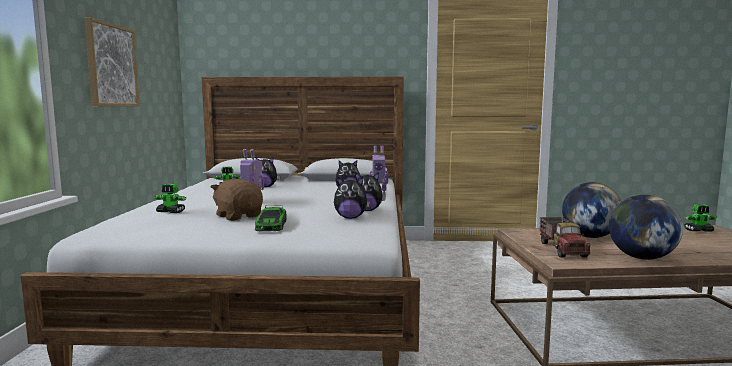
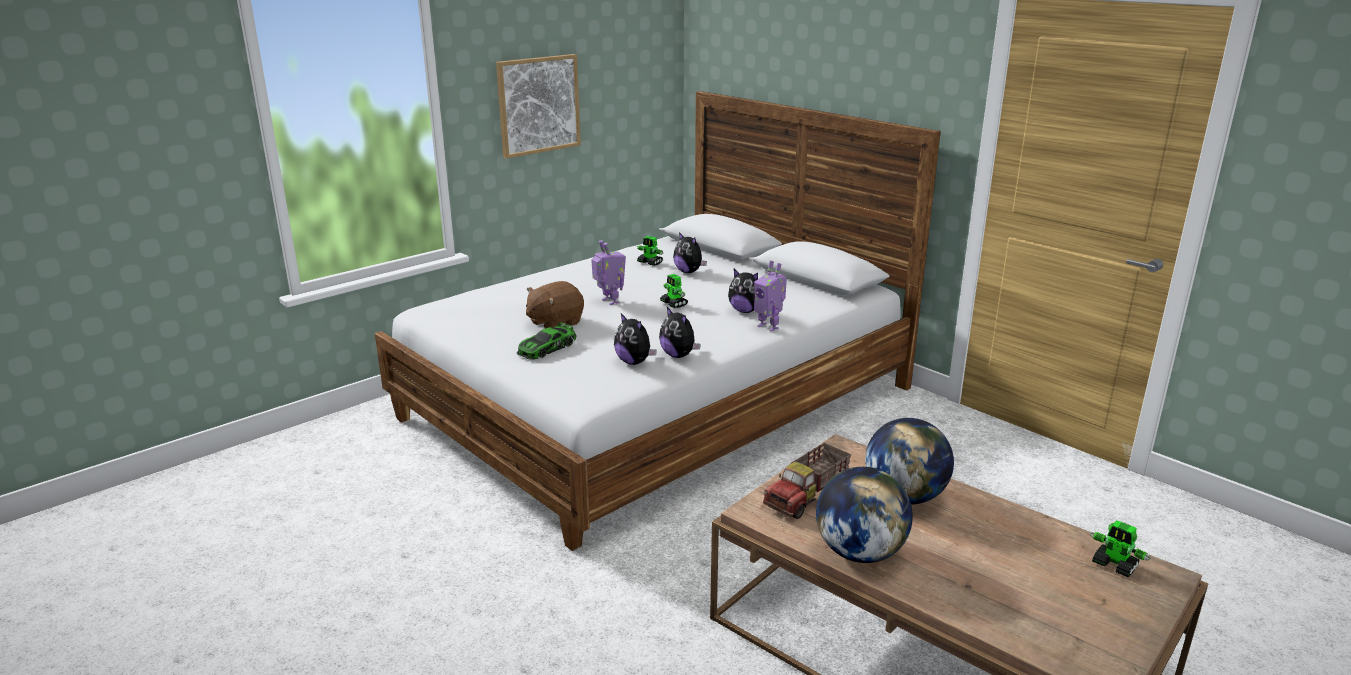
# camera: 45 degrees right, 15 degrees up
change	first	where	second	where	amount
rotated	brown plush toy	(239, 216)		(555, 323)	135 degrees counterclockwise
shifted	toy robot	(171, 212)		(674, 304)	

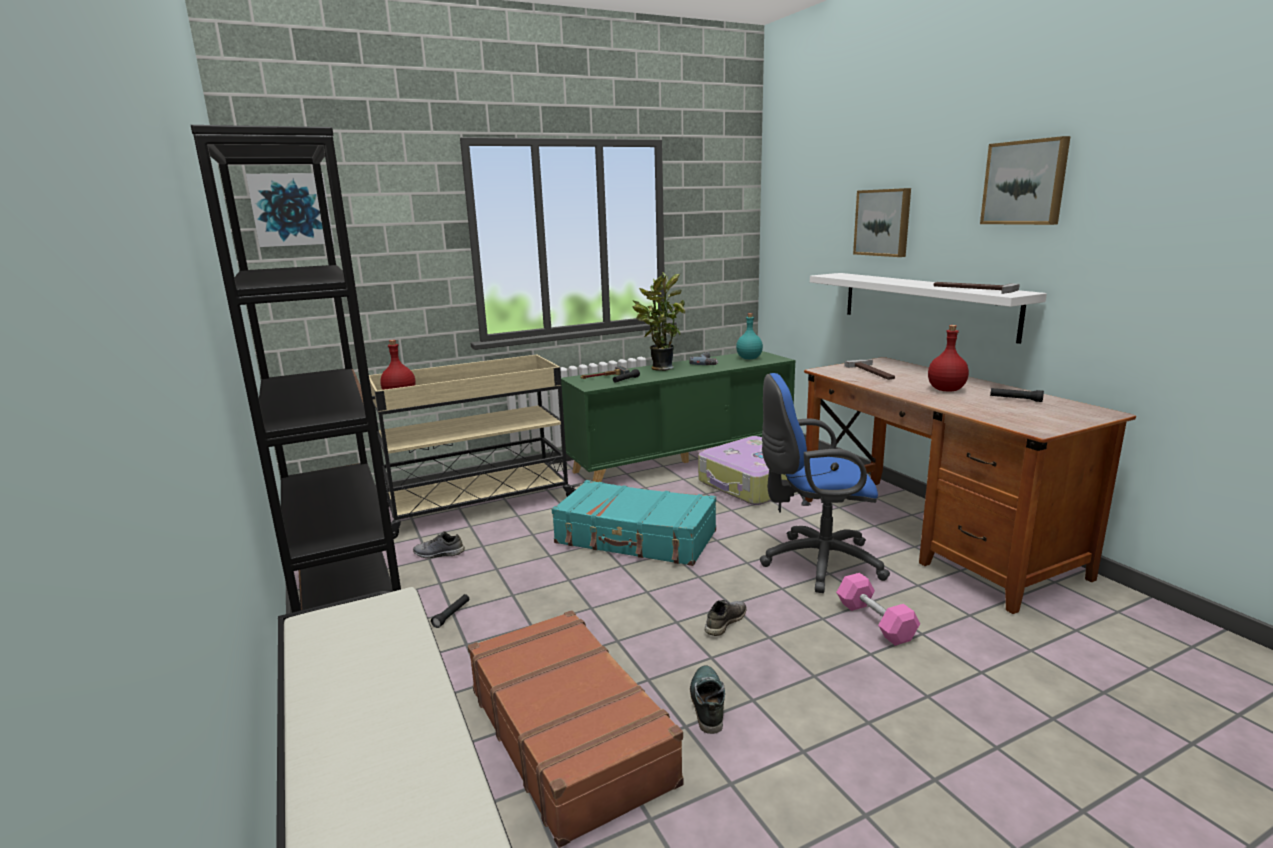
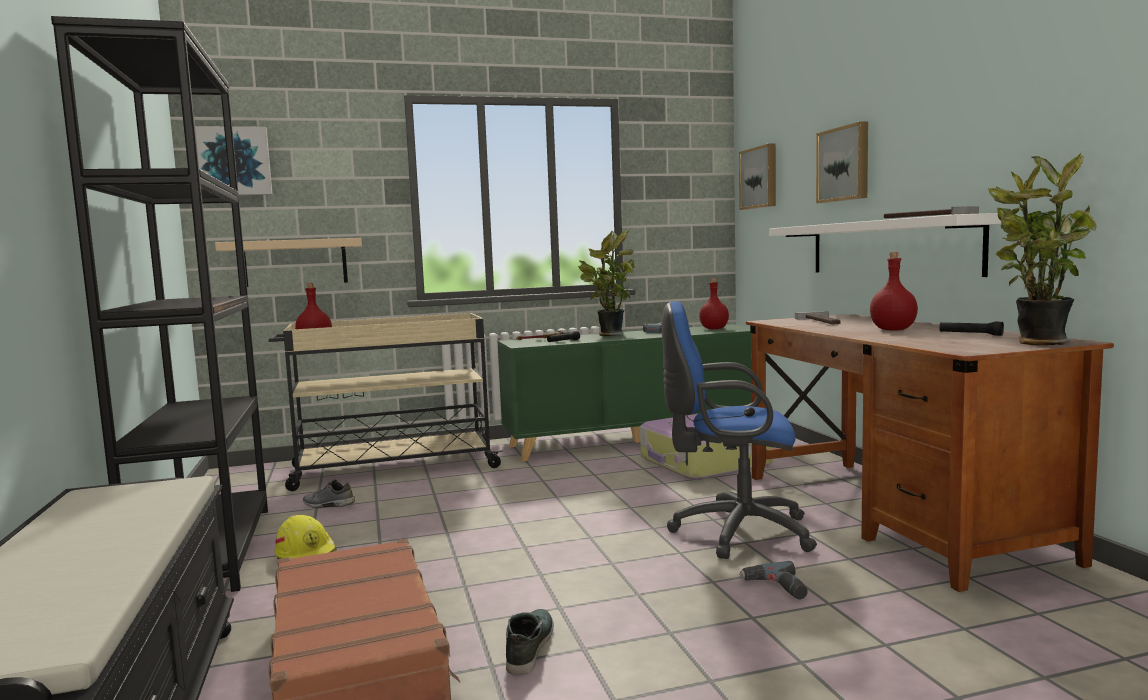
# camera: 10 degrees right, 10 degrees down
change	first	where	second	where	amount
shifted	picture	(1025, 182)		(760, 178)	
repainted	turquoise bottle	(749, 358)	red bottle	(714, 329)	
gone	turquoise suitcase	(636, 538)			
swapped	pink dumbbell	(875, 621)	power drill	(775, 588)	
swapped	black flashlight	(451, 615)	yellow hard hat	(307, 553)	
gone	grey shoe	(724, 622)			
new			potted plant	(1036, 343)	
new			beige shelf	(295, 262)	

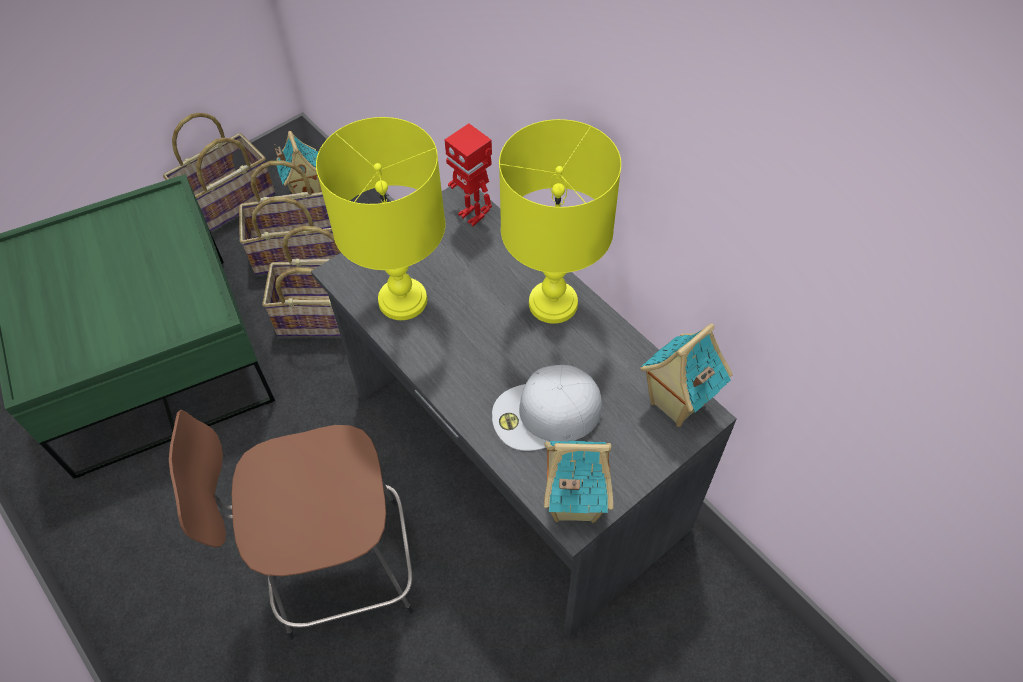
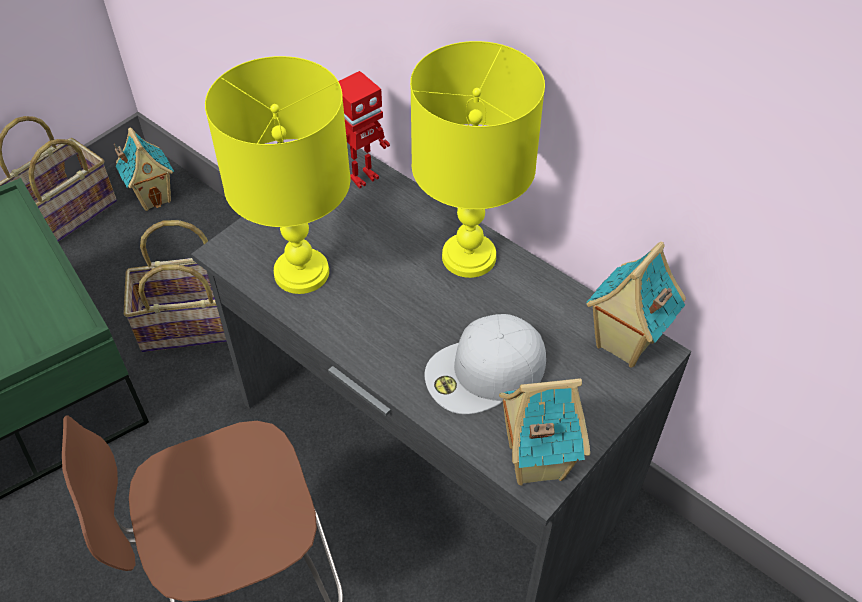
# camera: 10 degrees left, 5 degrees down
change	first	where	second	where	amount
rotated	toy robot	(472, 215)		(362, 177)	75 degrees counterclockwise
gone	basket	(298, 250)			

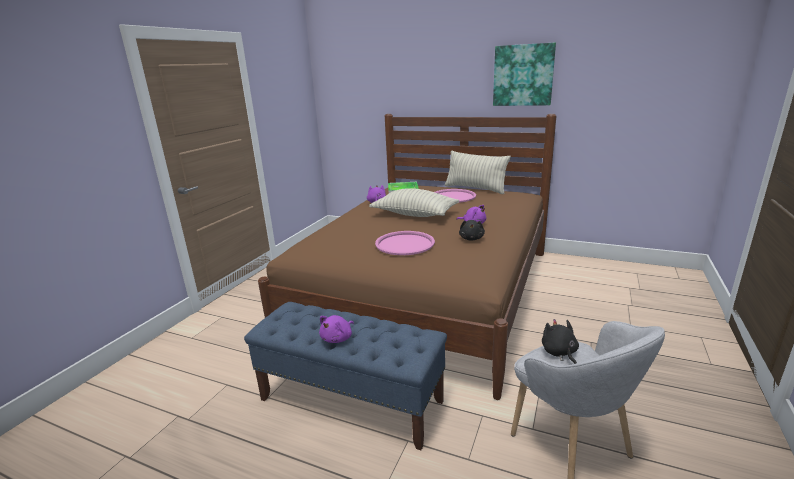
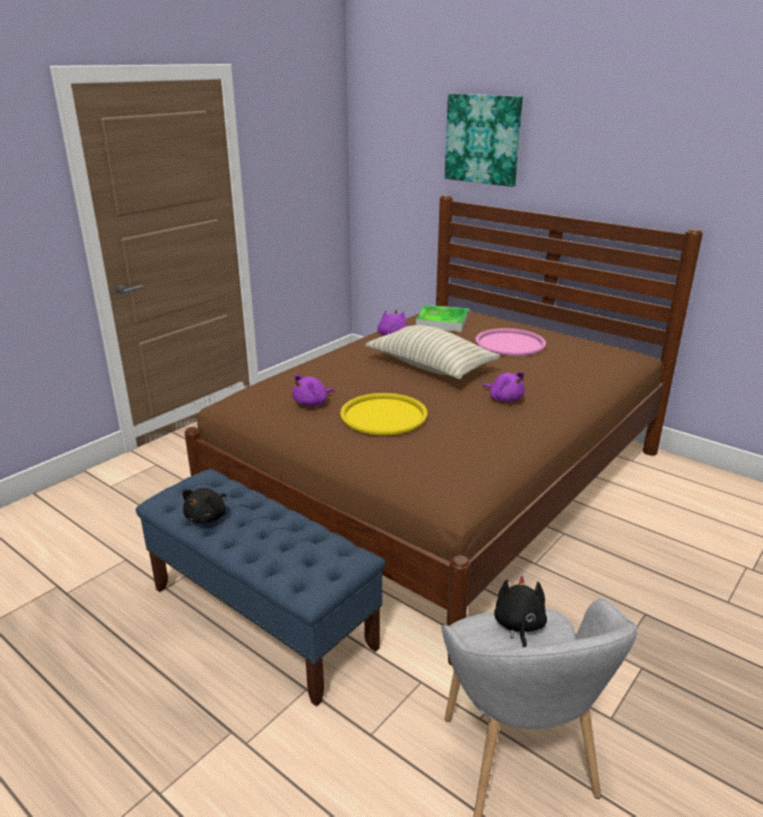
# camera: 15 degrees right, 5 degrees up
change	first	where	second	where	amount
shifted	picture	(523, 75)		(483, 139)	
gone	pillow	(475, 189)			
shifted	black plush toy	(471, 238)		(207, 517)	
repainted	pink tray	(405, 244)	yellow tray	(384, 415)	
shifted	purple plush toy	(338, 338)		(312, 403)	

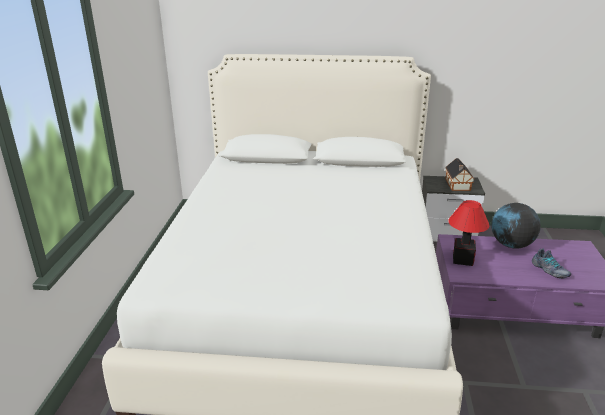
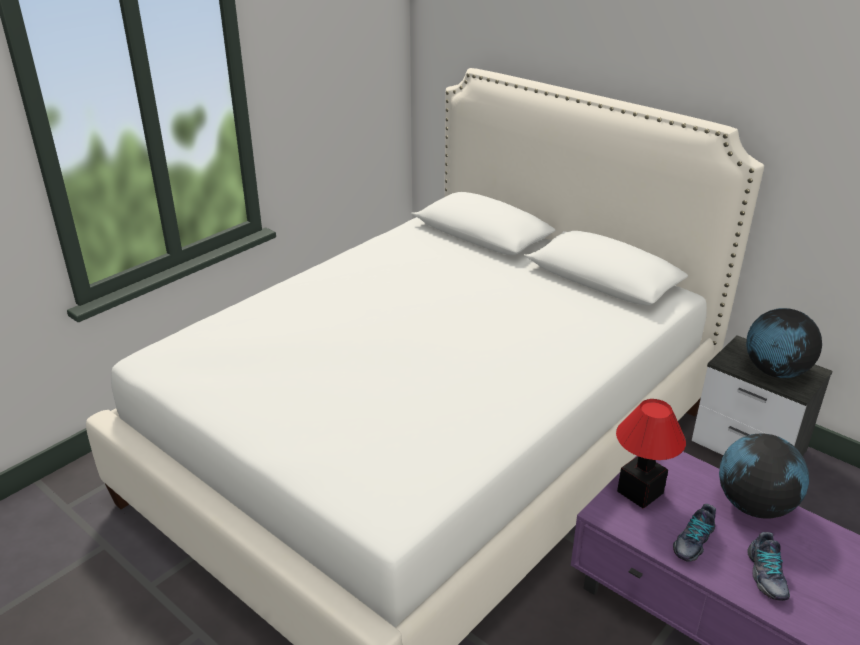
# camera: 35 degrees right, 5 degrees up
change	first	where	second	where	amount
swapped	toy house	(457, 185)	globe	(775, 371)	
new			shoe	(692, 541)	

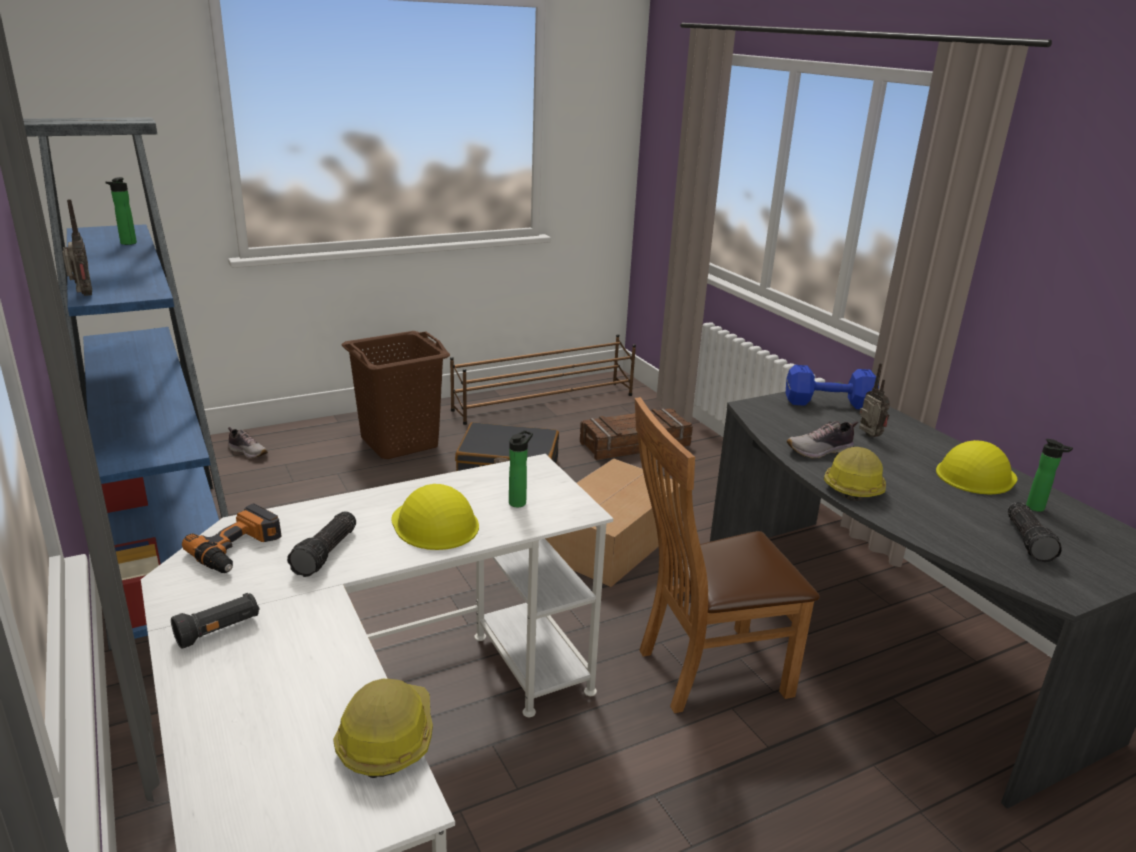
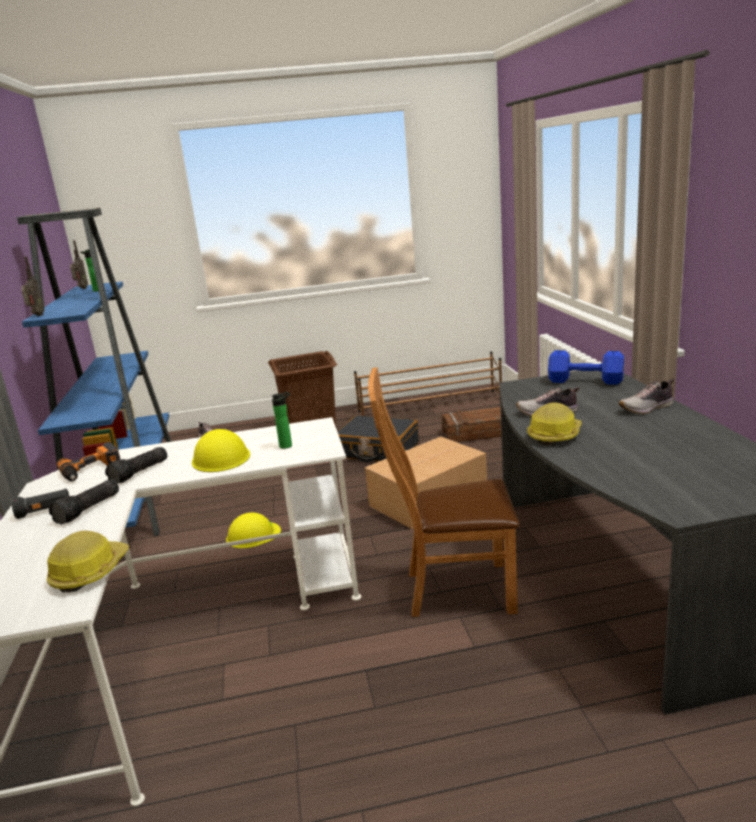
# camera: 20 degrees right, 5 degrees down
change	first	where	second	where	amount
shifted	radio	(868, 437)		(82, 289)	
gone	bottle	(1038, 508)			
shifted	yellow hard hat	(975, 475)		(253, 535)	
shifted	flashlight	(1029, 541)		(89, 509)	
new			shoe	(647, 408)	

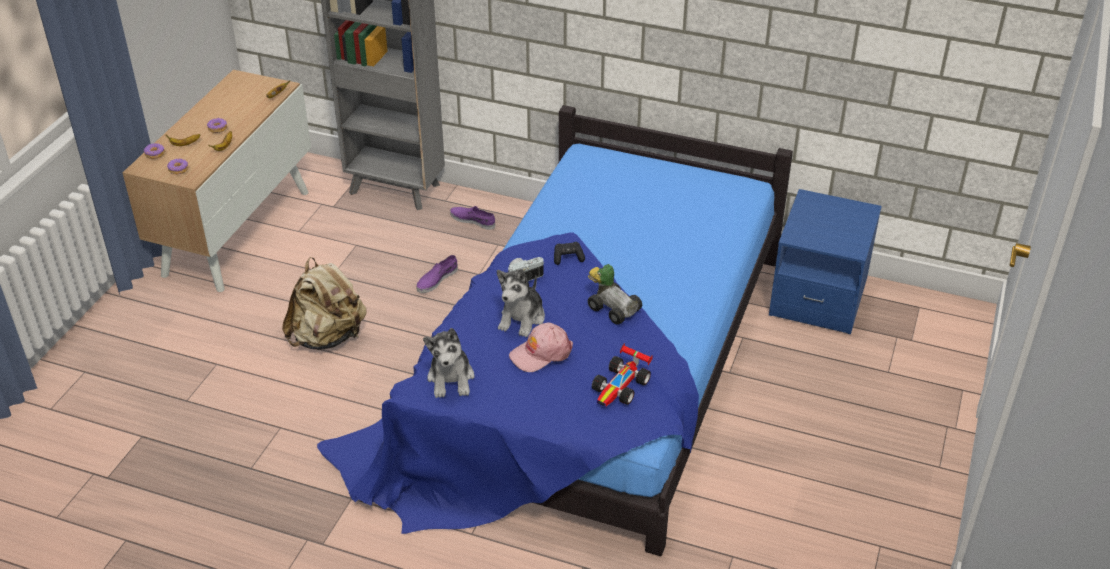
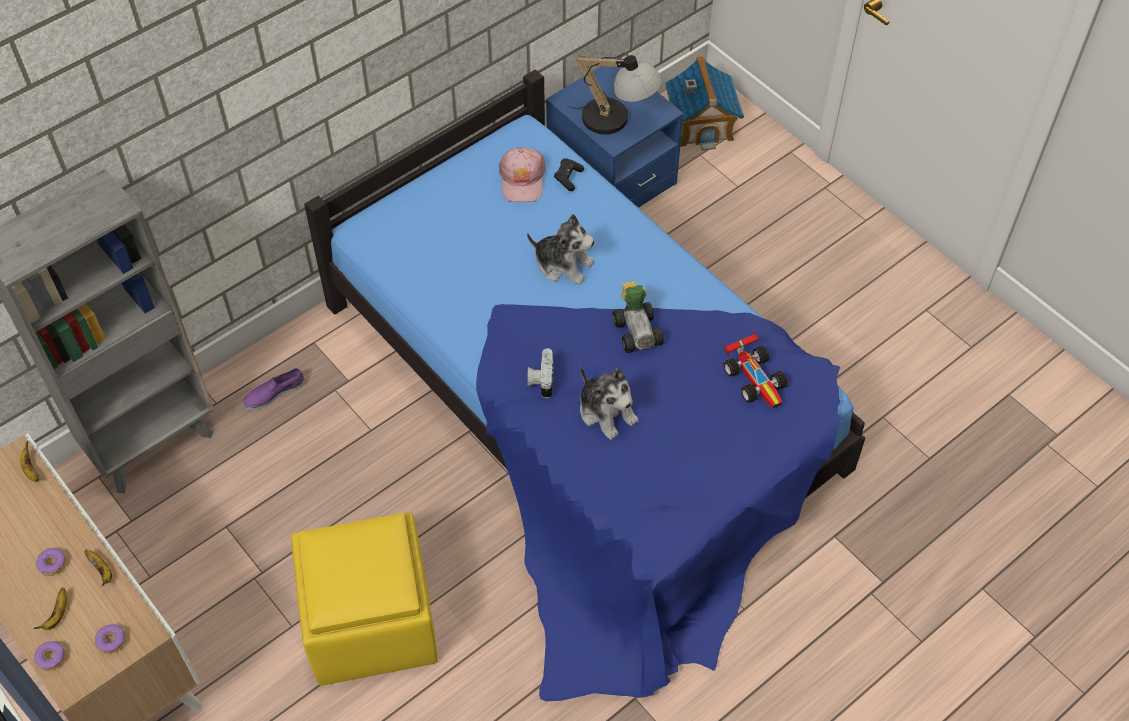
# camera: 60 degrees left, 15 degrees up
change	first	where	second	where	amount
shifted	black game controller	(568, 258)		(568, 178)	
gone	purple shoe	(436, 279)			
swapped	beige backpack	(328, 337)	yellow ottoman	(369, 621)	
rotated	toy car	(613, 307)		(637, 329)	90 degrees clockwise
shifted	pink cap	(541, 353)		(522, 180)	
shifted	plush toy	(451, 378)		(563, 264)	
new			table lamp	(617, 121)	
new			toy house	(701, 124)	

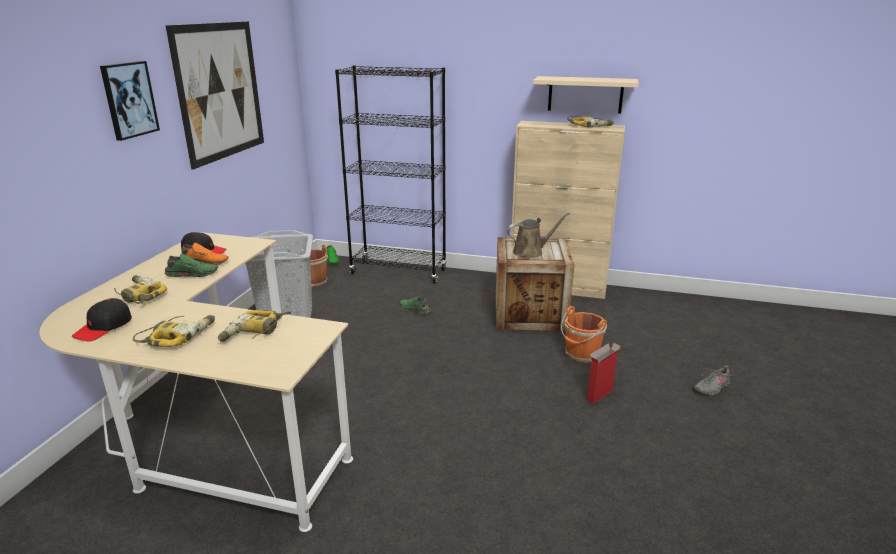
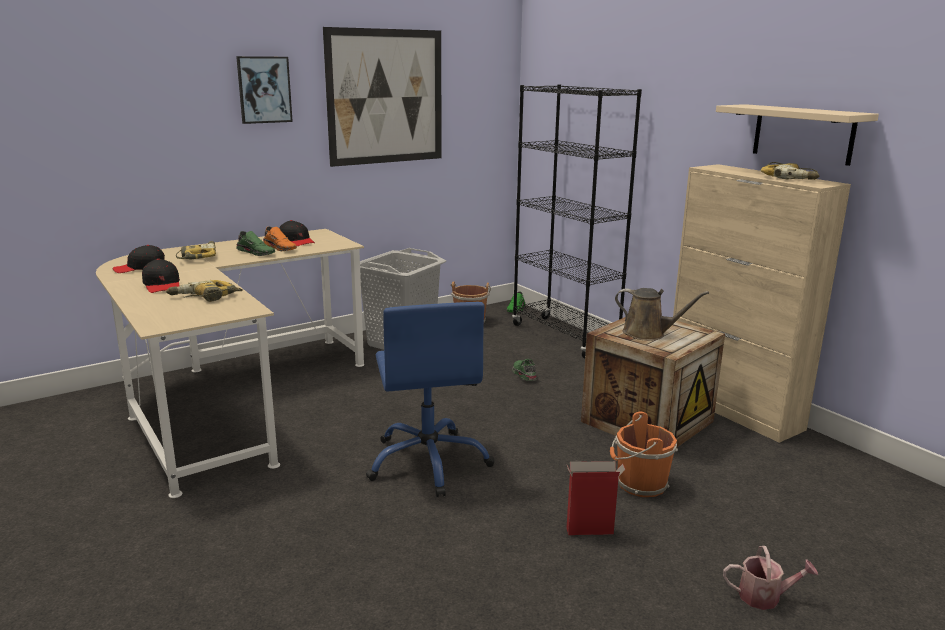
# camera: 40 degrees right, 5 degrees down
change	first	where	second	where	amount
swapped	power drill	(178, 335)	black cap	(162, 285)	
swapped	grey shoe	(711, 387)	watering can	(765, 597)	
new			blue office chair	(429, 462)	

